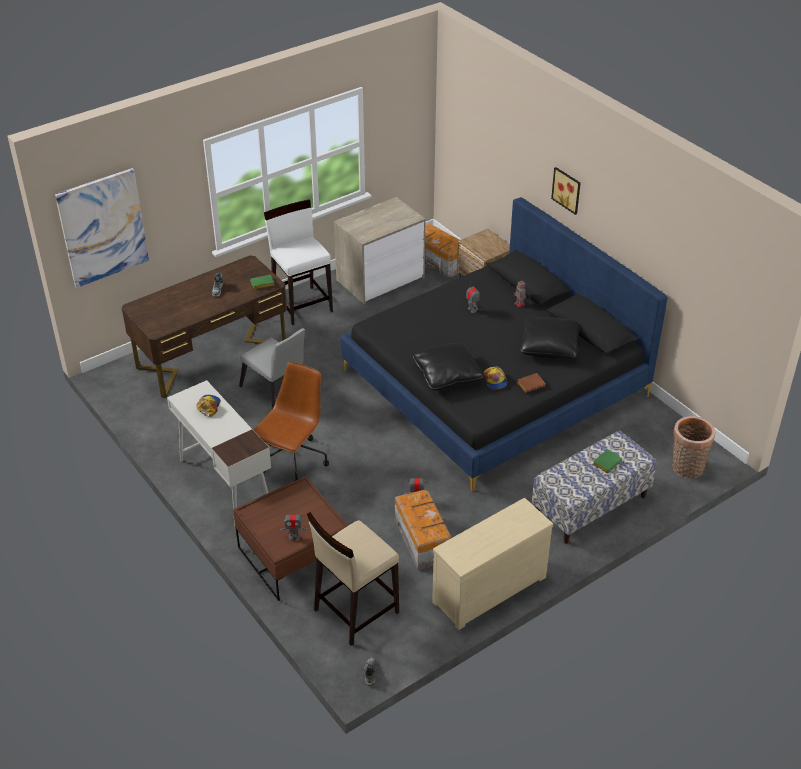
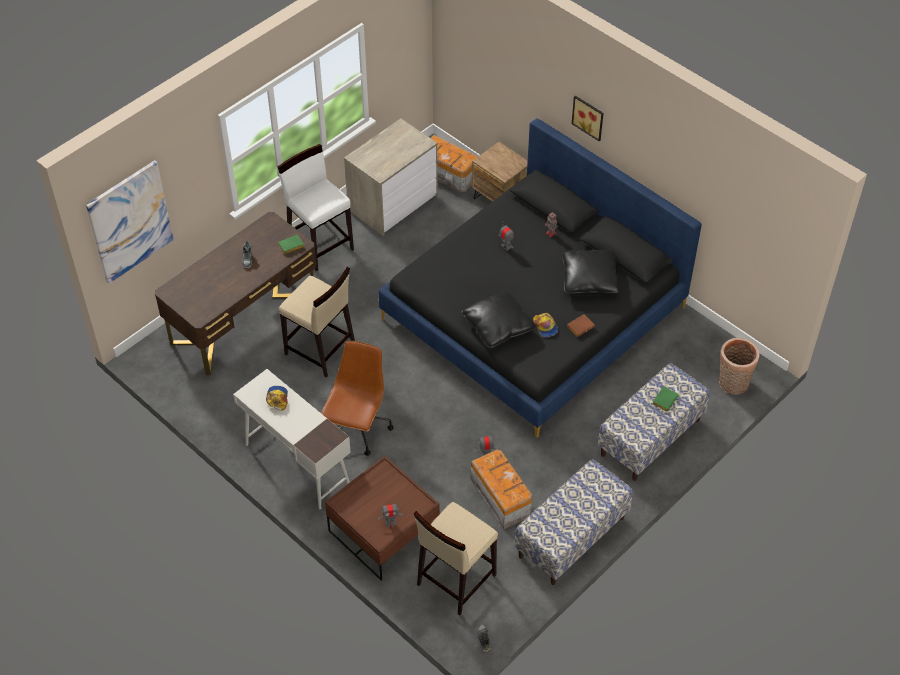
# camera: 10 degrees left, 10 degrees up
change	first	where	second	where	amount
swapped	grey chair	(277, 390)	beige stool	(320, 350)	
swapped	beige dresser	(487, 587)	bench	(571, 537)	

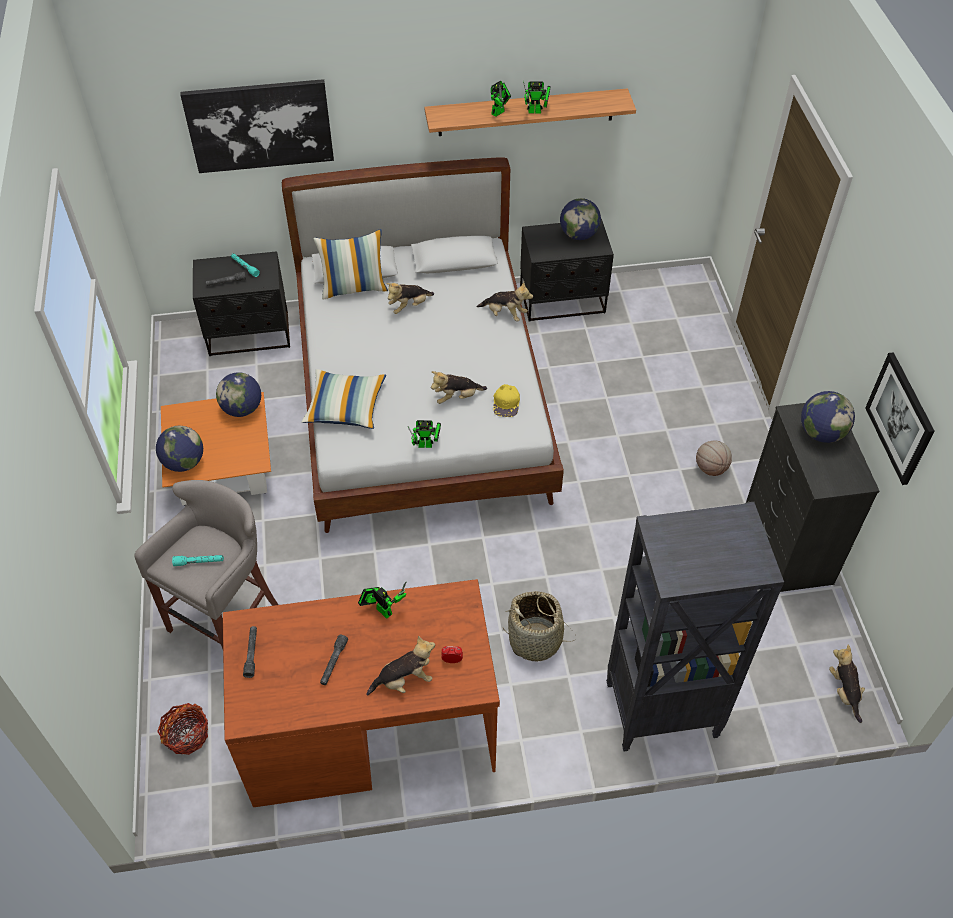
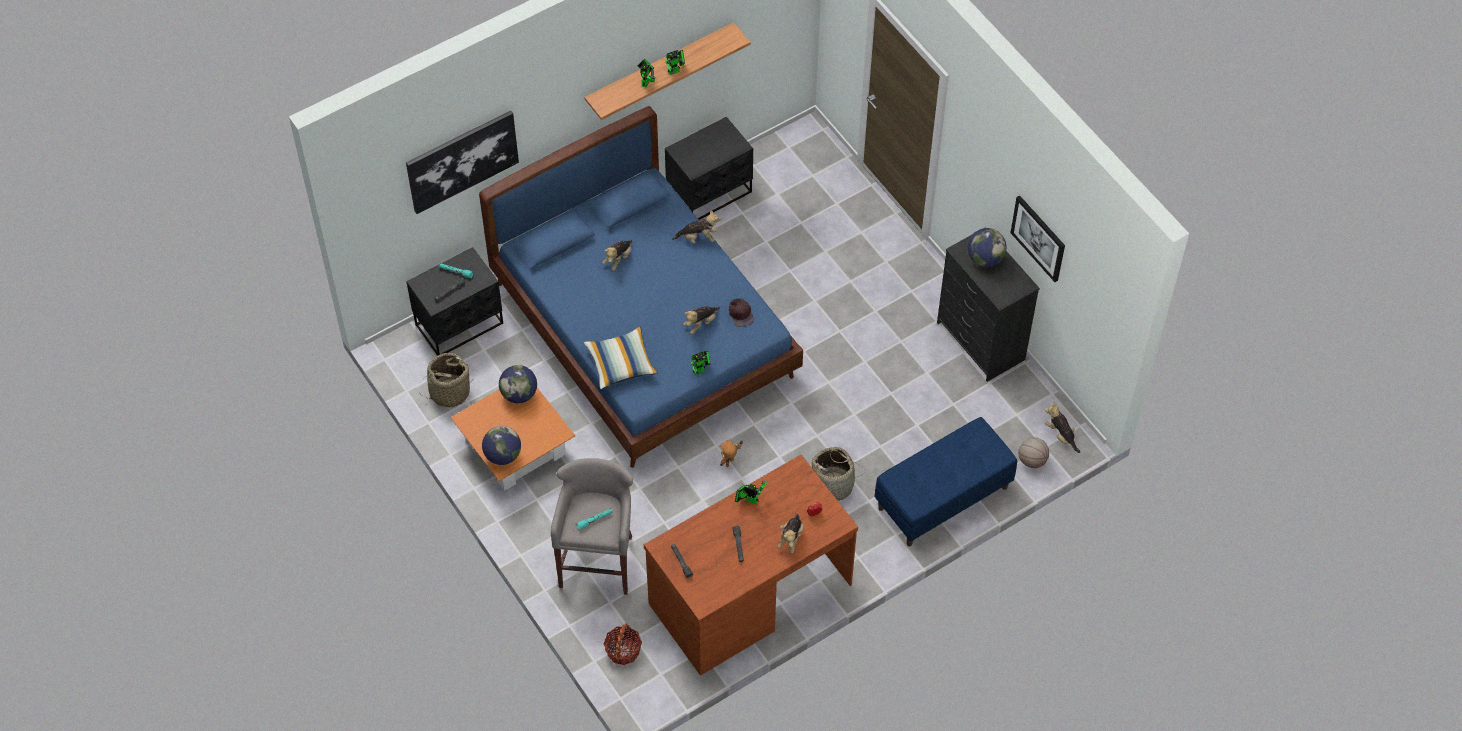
# camera: 25 degrees left, 5 degrees up
change	first	where	second	where	amount
repainted	white bed	(422, 403)	blue bed	(645, 332)	
gone	globe	(579, 235)			
gone	pillow	(354, 288)			
repainted	yellow cap	(506, 402)	brown cap	(740, 313)	
shifted	basketball	(711, 468)		(1032, 460)	
swapped	black bookcase	(660, 710)	blue bench	(942, 498)	
rotated	plush toy	(404, 680)		(791, 538)	150 degrees clockwise
new			basket	(449, 392)	
new			toy robot	(731, 464)	

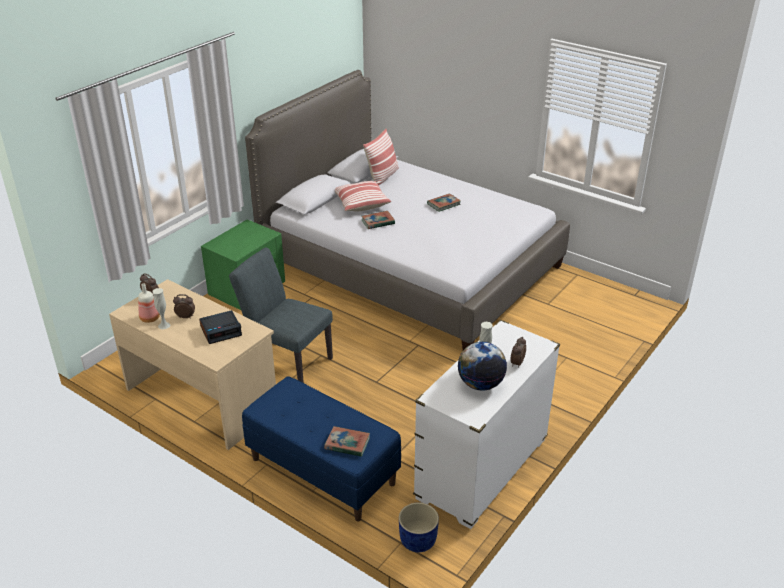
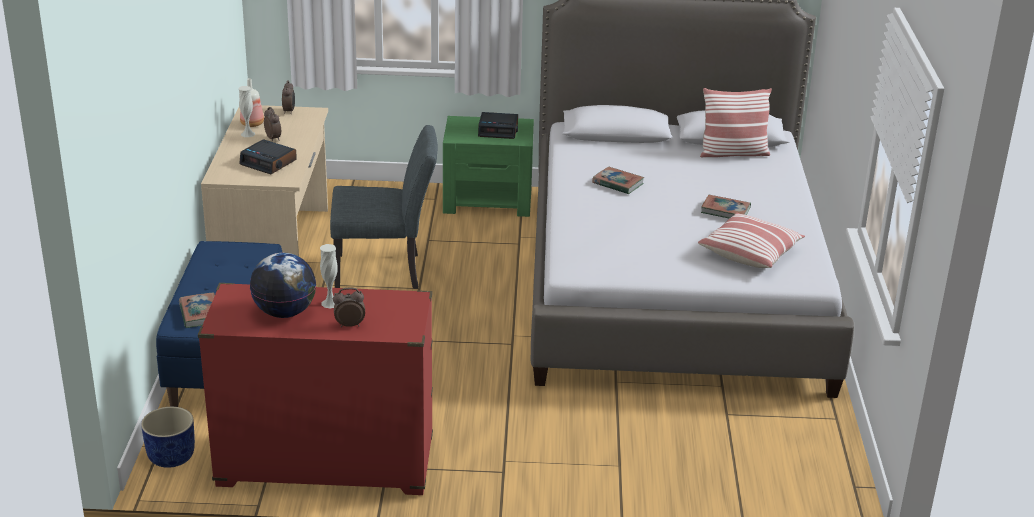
# camera: 55 degrees right, 5 degrees down
change	first	where	second	where	amount
shifted	pillow	(360, 203)		(750, 253)	
rotated	grey chair	(286, 361)		(385, 272)	90 degrees clockwise
repainted	white dresser	(482, 469)	red dresser	(325, 464)	
new			alarm clock	(498, 130)	

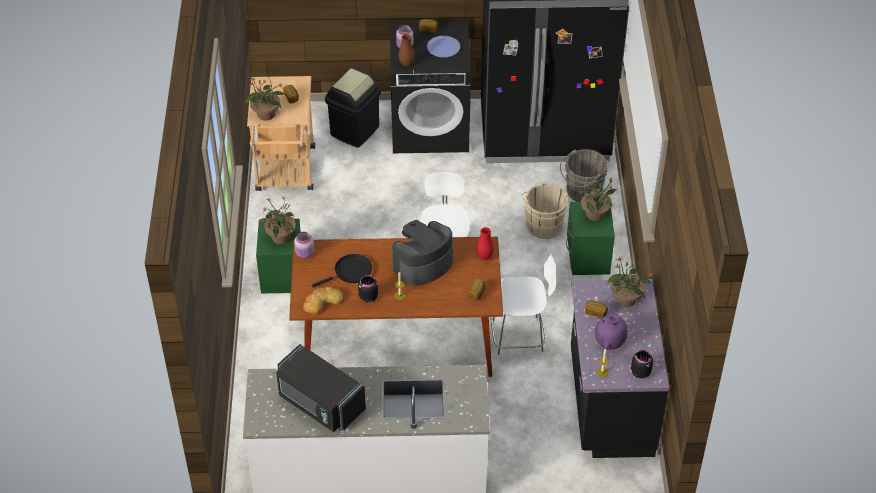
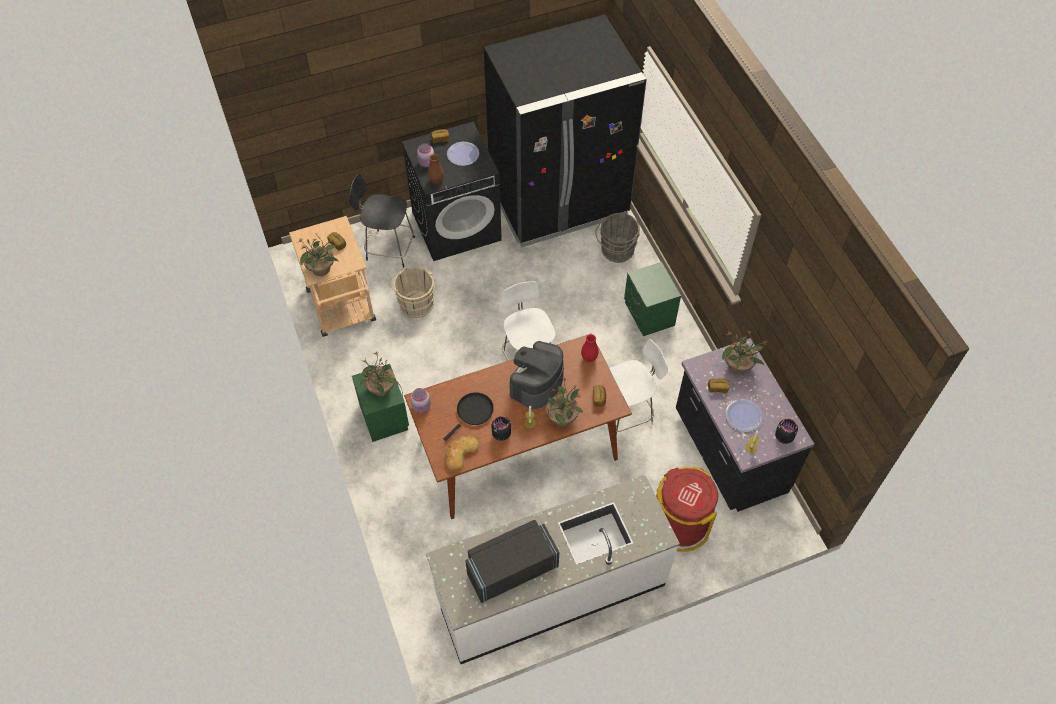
# camera: 20 degrees left, 10 degrees up
change	first	where	second	where	amount
swapped	black trash can	(354, 131)	black chair	(388, 248)	
shifted	potted plant	(595, 214)		(562, 417)	
shifted	beige bucket	(543, 224)		(415, 303)	
swapped	purple vase	(609, 343)	plate	(744, 416)	
rotated	black microwave	(319, 403)		(511, 568)	135 degrees clockwise
new			red trash can	(679, 524)	

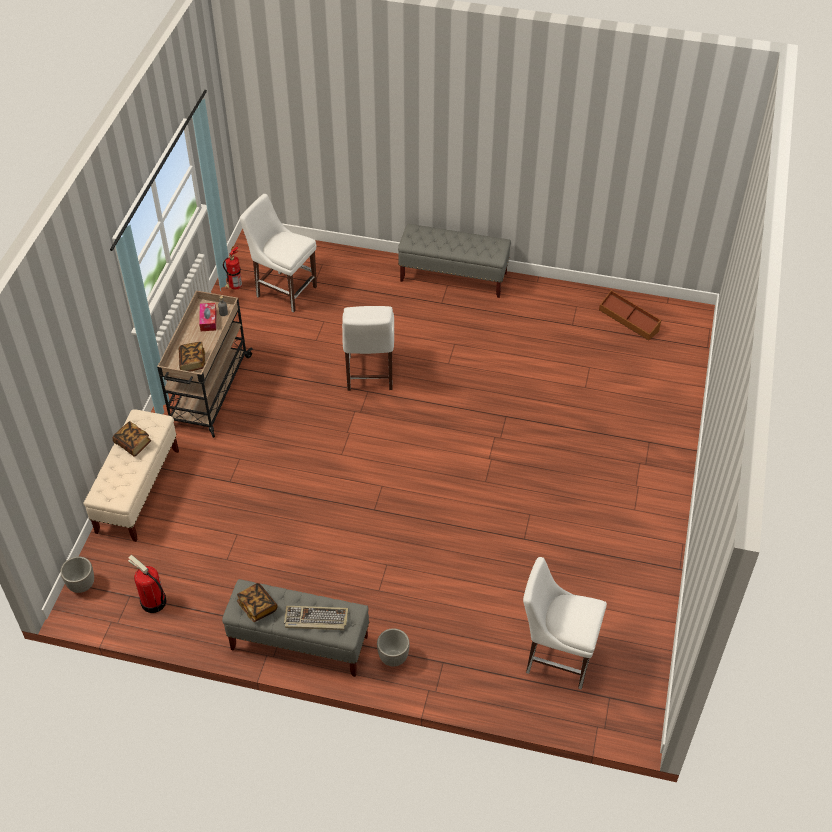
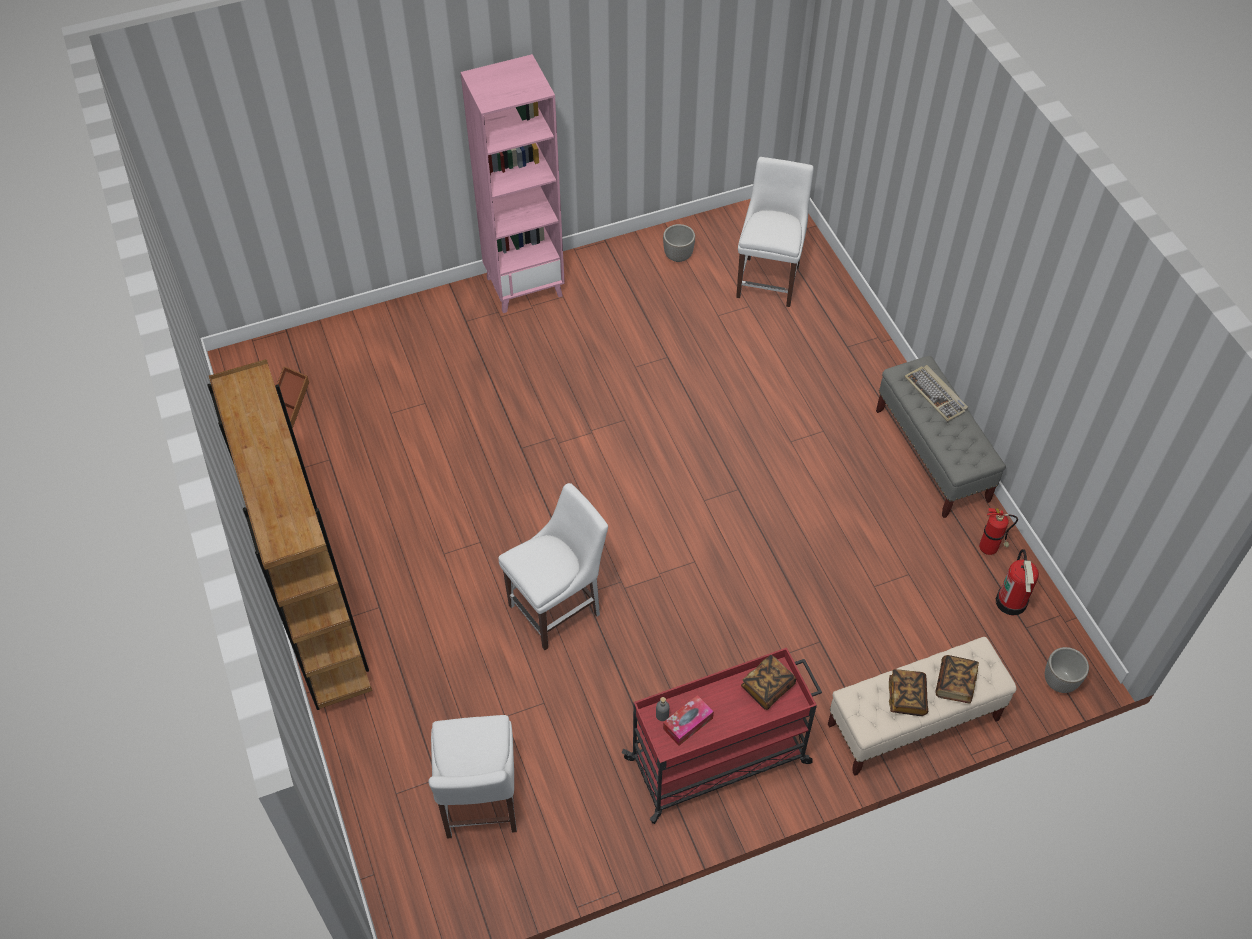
# camera: 125 degrees left, 5 degrees up
change	first	where	second	where	amount
swapped	grey bench	(453, 277)	brown bookcase	(321, 620)	
shifted	fire extinguisher	(234, 287)		(990, 549)	
repainted	beige cart	(209, 392)	red cart	(720, 760)	
rotated	white chair	(556, 656)		(769, 279)	150 degrees counterclockwise
shifted	book	(257, 607)		(955, 684)	
shifted	planter	(393, 658)		(678, 256)	
new			pink bookcase	(524, 286)	

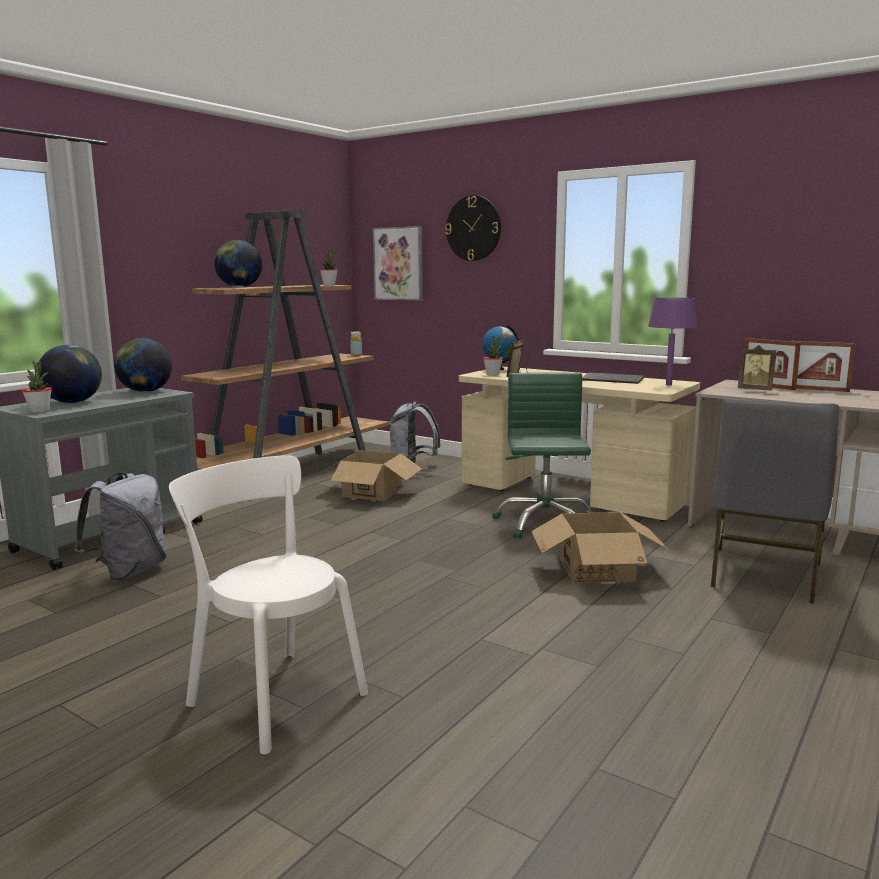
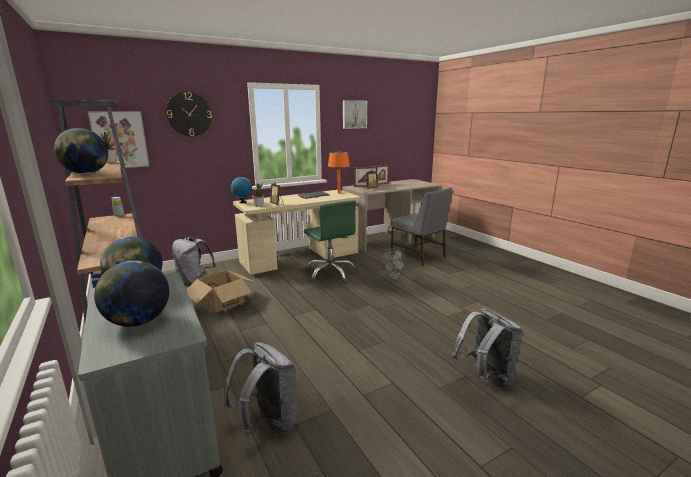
# camera: 65 degrees left, 5 degrees up
change	first	where	second	where	amount
repainted	purple table lamp	(668, 385)	orange table lamp	(339, 193)	
gone	potted plant	(39, 411)			
rotated	green office chair	(544, 523)		(330, 273)	150 degrees counterclockwise
swapped	white chair	(273, 695)	grey backpack	(485, 379)	
swapped	cardboard box	(596, 570)	grey fan	(393, 278)	
new			picture	(354, 114)	

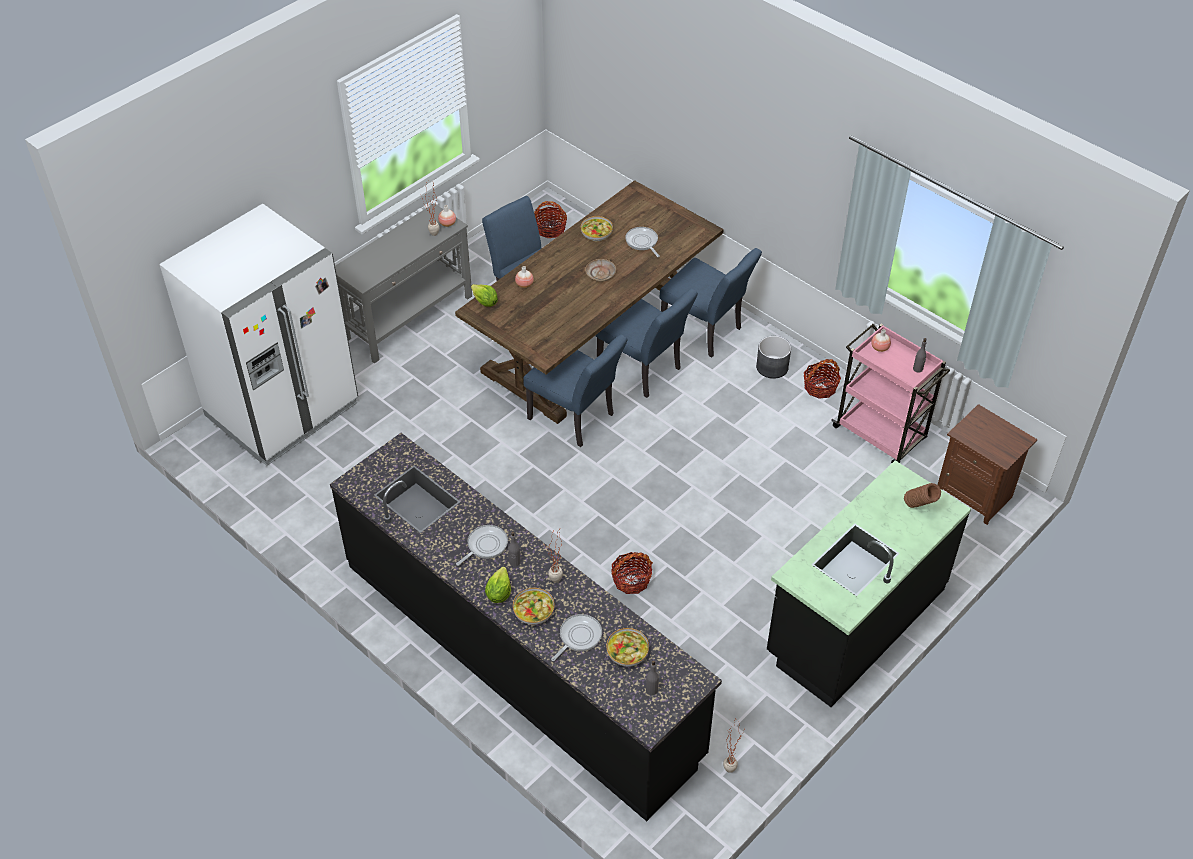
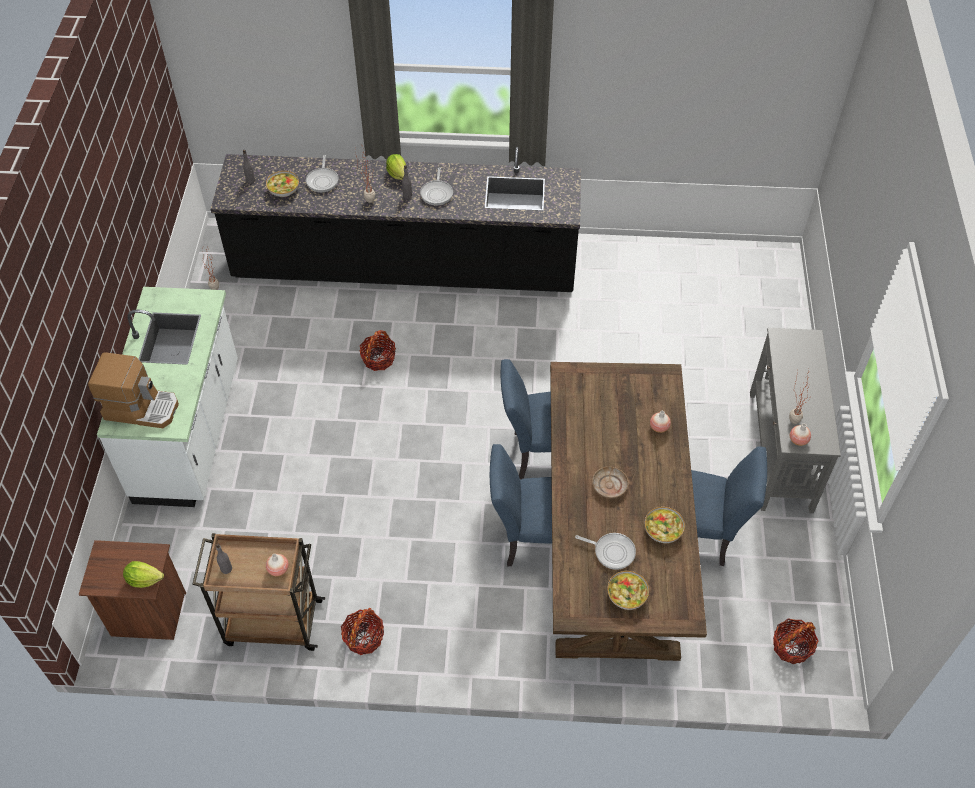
# camera: 140 degrees right, 5 degrees up
change	first	where	second	where	amount
gone	white fridge	(282, 410)			
gone	blue chair	(706, 332)			
shifted	lettuce	(485, 302)		(144, 579)	
repainted	pink cart	(881, 434)	brown cart	(271, 622)	
gone	grey planter	(772, 367)			
repainted	black counter	(854, 621)	white counter	(190, 432)	
swapped	brown vase	(919, 508)	coffee machine	(141, 408)	
shifted	bowl	(533, 612)		(627, 594)	

